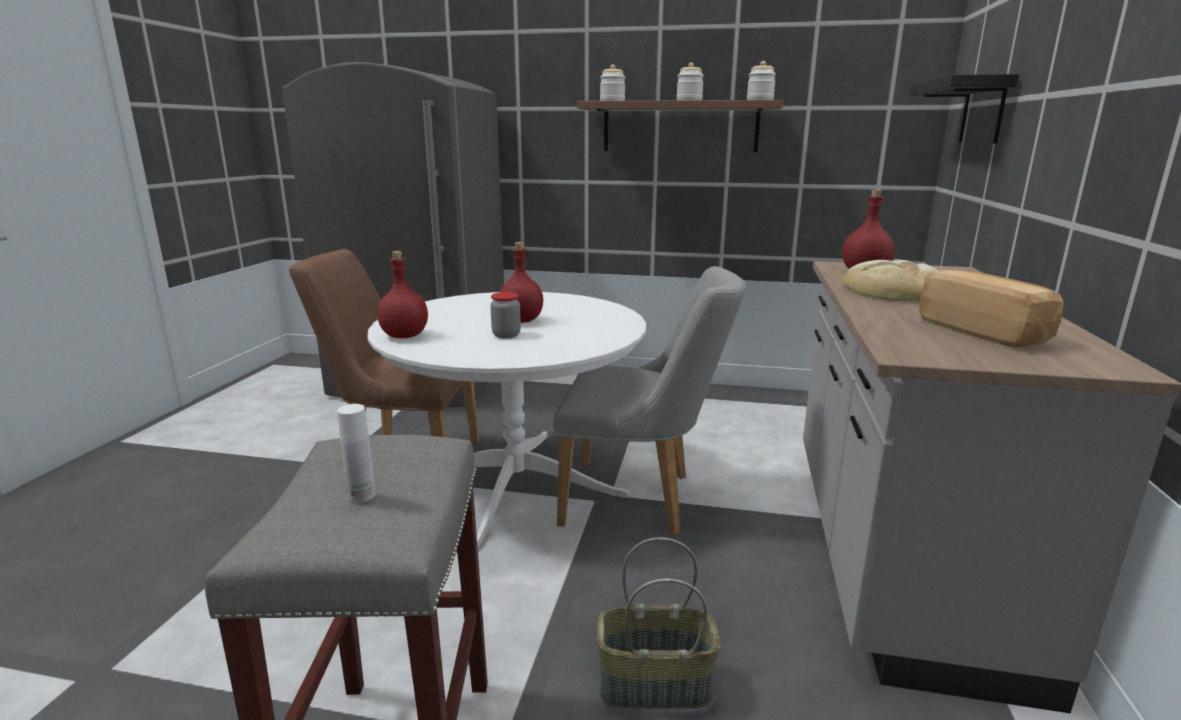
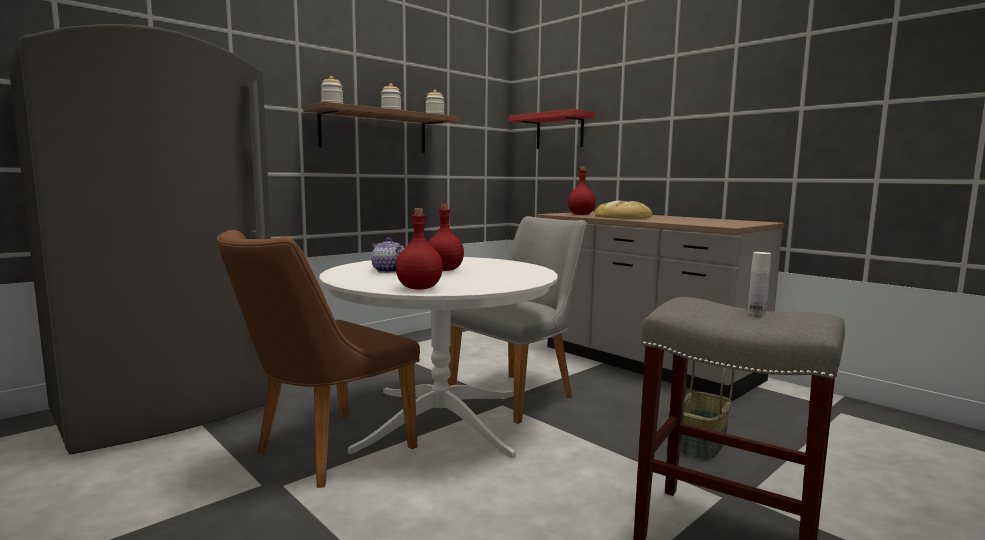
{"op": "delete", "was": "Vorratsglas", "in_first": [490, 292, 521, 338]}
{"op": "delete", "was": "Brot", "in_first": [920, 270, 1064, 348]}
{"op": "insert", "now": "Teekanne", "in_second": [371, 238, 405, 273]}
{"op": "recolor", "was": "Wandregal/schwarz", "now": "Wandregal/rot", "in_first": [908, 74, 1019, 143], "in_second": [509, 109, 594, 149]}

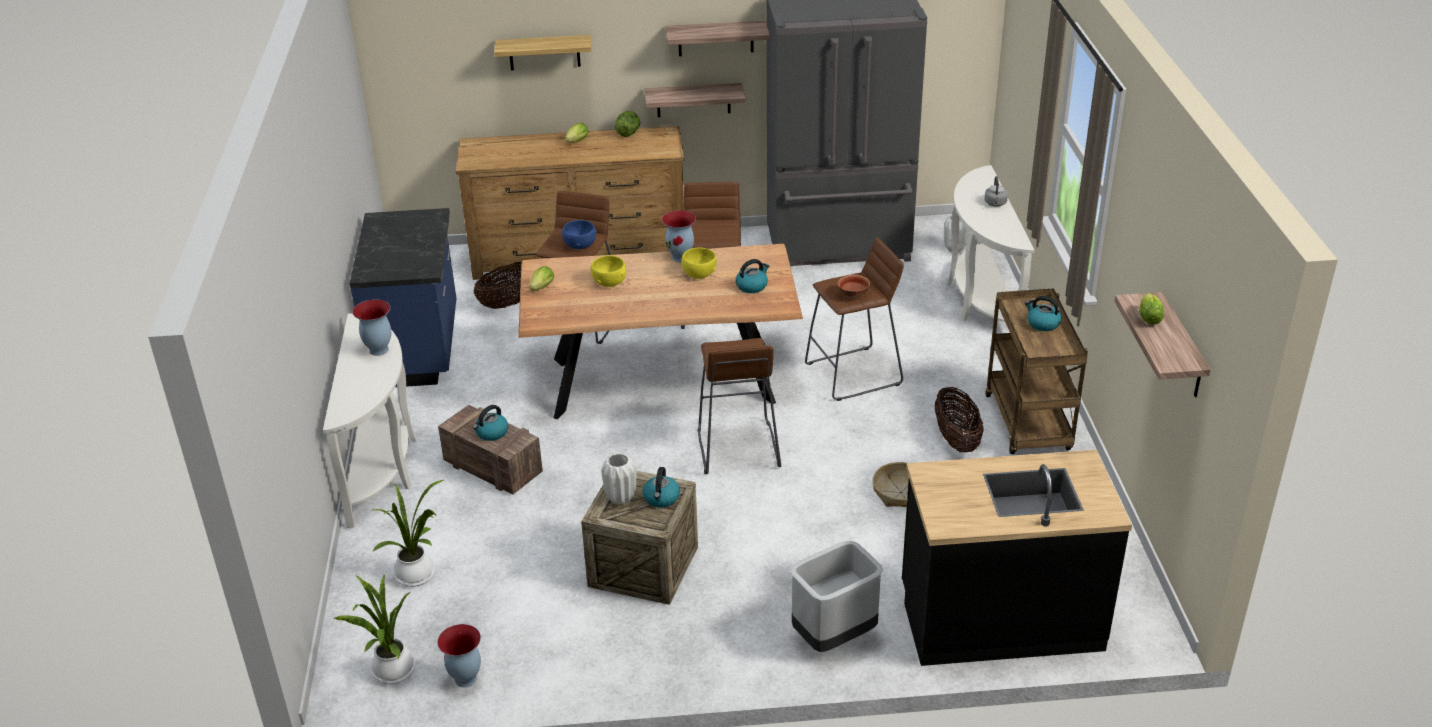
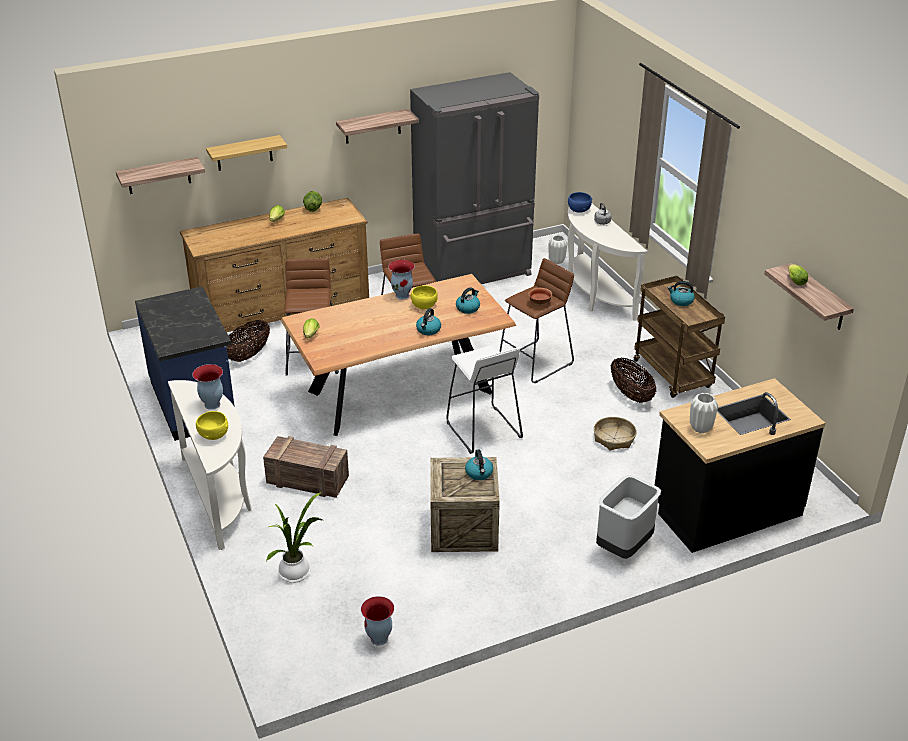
{"op": "delete", "was": "Topfpflanze", "in_first": [334, 574, 415, 684]}
{"op": "move", "was": "Wasserkessel", "in_first": [473, 405, 508, 441], "in_second": [416, 308, 441, 335]}
{"op": "move", "was": "Schüssel/blau", "in_first": [562, 220, 597, 249], "in_second": [568, 192, 592, 213]}
{"op": "move", "was": "Schüssel/gelb", "in_first": [591, 255, 626, 287], "in_second": [196, 411, 228, 440]}
{"op": "move", "was": "Vase/weiß", "in_first": [601, 453, 636, 505], "in_second": [690, 393, 718, 433]}
{"op": "move", "was": "Wandregal", "in_first": [644, 83, 746, 117], "in_second": [116, 157, 205, 194]}
{"op": "recolor", "was": "Hocker/braun", "now": "Hocker/weiß", "in_first": [698, 338, 781, 474], "in_second": [446, 345, 523, 454]}

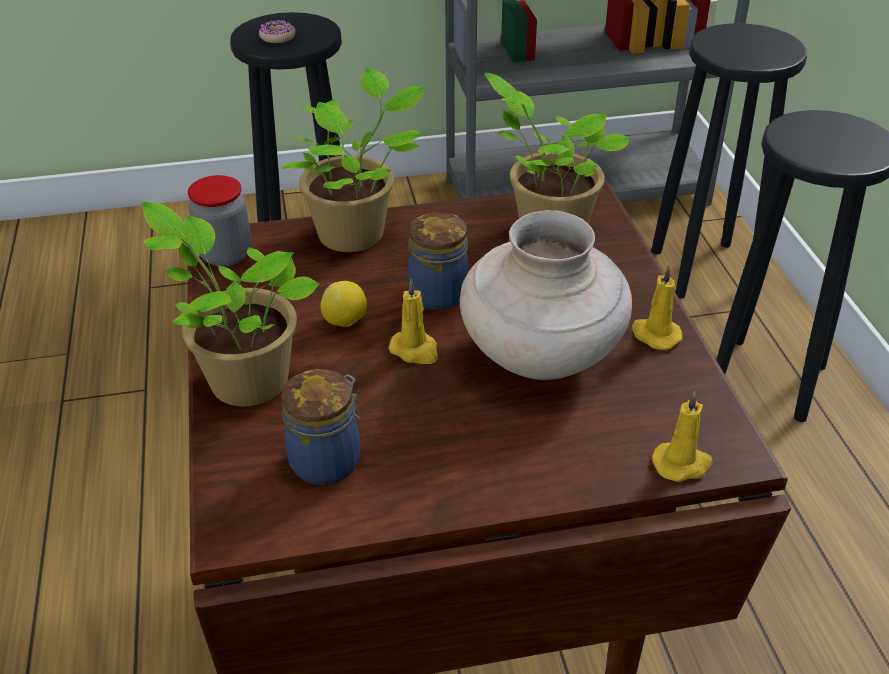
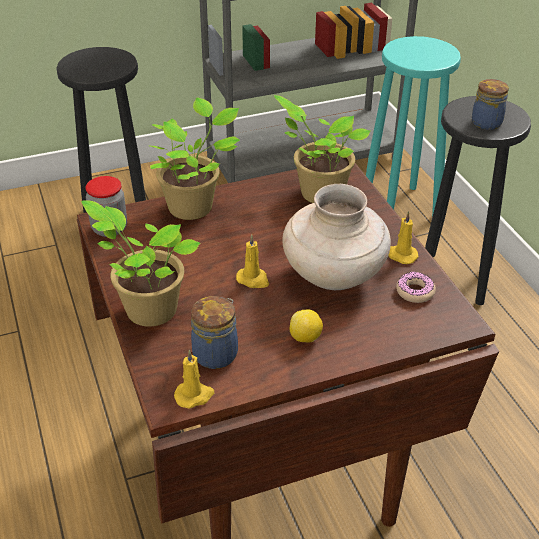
{"op": "move", "was": "Donut", "in_first": [259, 20, 296, 43], "in_second": [396, 272, 436, 303]}
{"op": "move", "was": "Zitrone", "in_first": [320, 281, 367, 327], "in_second": [290, 309, 323, 343]}
{"op": "move", "was": "Vorratsglas", "in_first": [408, 213, 469, 310], "in_second": [472, 79, 509, 130]}
{"op": "move", "was": "Kerze/gelb", "in_first": [652, 391, 713, 482], "in_second": [174, 350, 214, 409]}
{"op": "recolor", "was": "Hocker/schwarz", "now": "Hocker/türkis", "in_first": [651, 23, 807, 299], "in_second": [366, 36, 461, 217]}

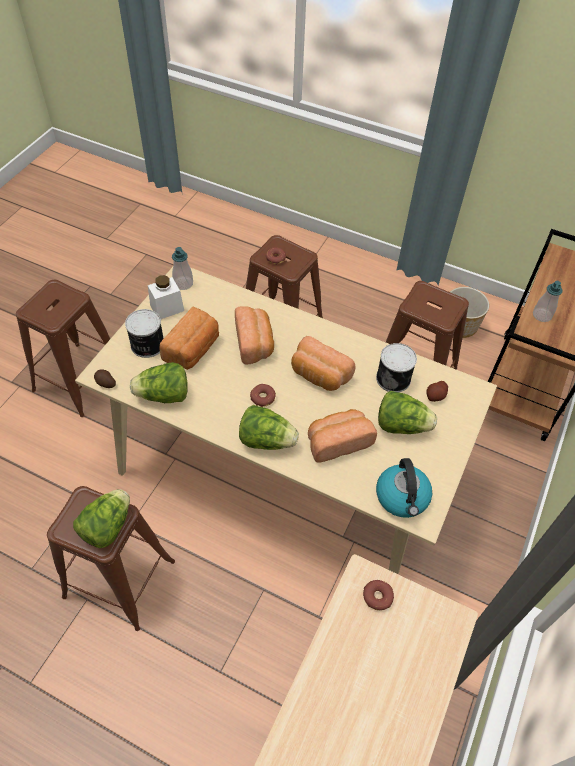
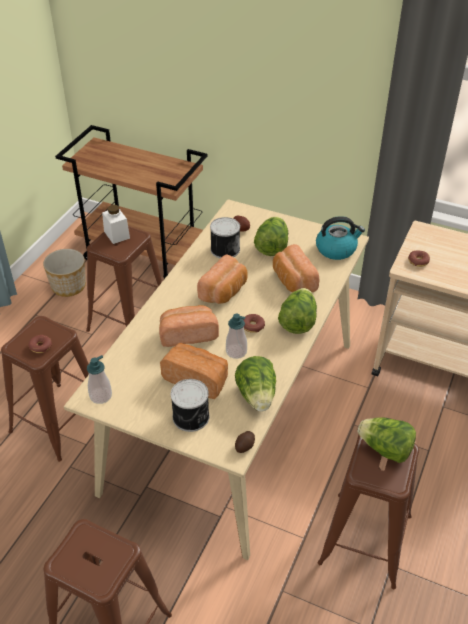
{"op": "move", "was": "Vorratsglas/weiß", "in_first": [148, 275, 184, 319], "in_second": [102, 205, 130, 244]}
{"op": "move", "was": "Seifenspender", "in_first": [533, 281, 563, 322], "in_second": [226, 314, 247, 359]}

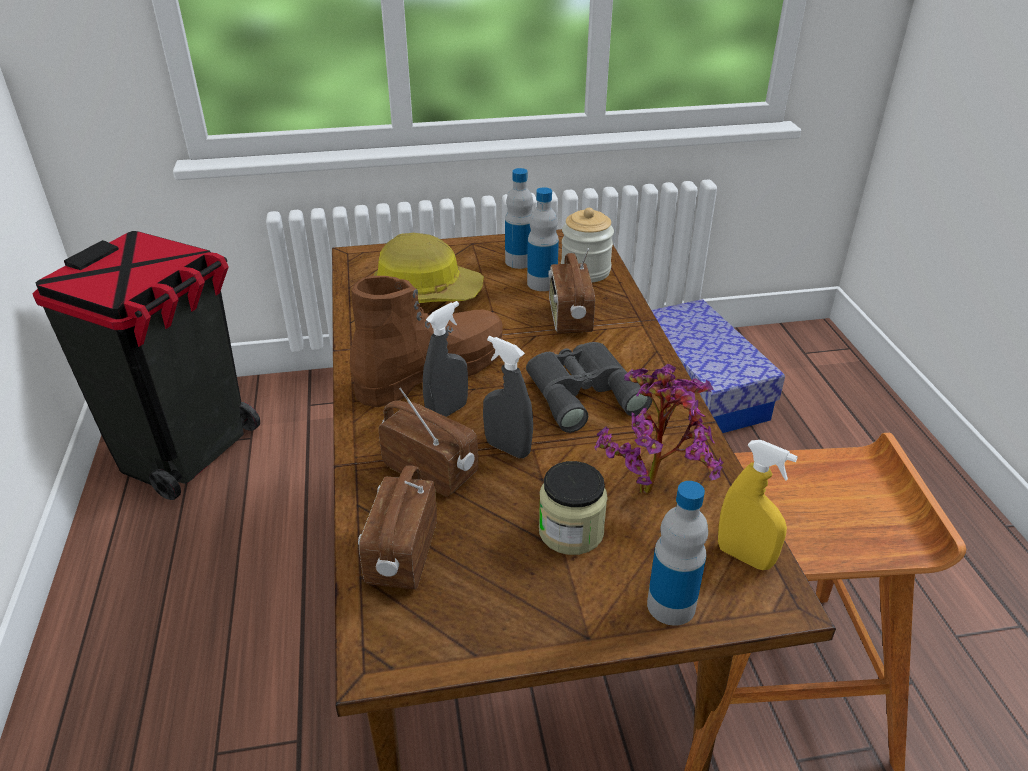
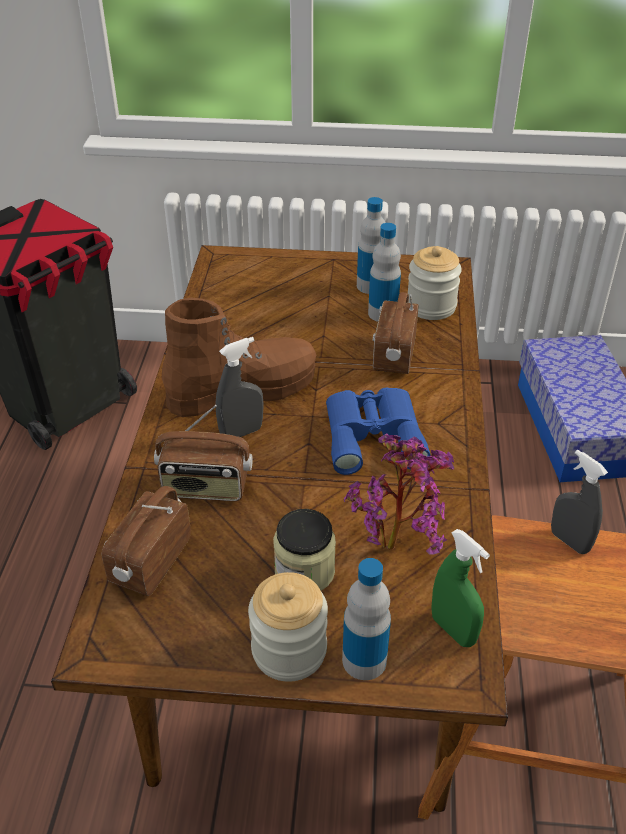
{"op": "delete", "was": "Schutzhelm", "in_first": [374, 233, 484, 303]}
{"op": "insert", "now": "Vorratsglas", "in_second": [248, 572, 328, 682]}
{"op": "move", "was": "Sprühflasche/grau", "in_first": [483, 336, 533, 458], "in_second": [551, 449, 608, 554]}
{"op": "recolor", "was": "Fernglas/grau", "now": "Fernglas/blau", "in_first": [526, 342, 652, 433], "in_second": [326, 388, 431, 475]}
{"op": "recolor", "was": "Sprühflasche/gelb", "now": "Sprühflasche/grün", "in_first": [718, 440, 798, 570], "in_second": [431, 529, 490, 647]}
{"op": "rotate", "was": "Radio", "in_first": [379, 388, 478, 497], "in_second": [154, 405, 253, 501], "clockwise": 135}

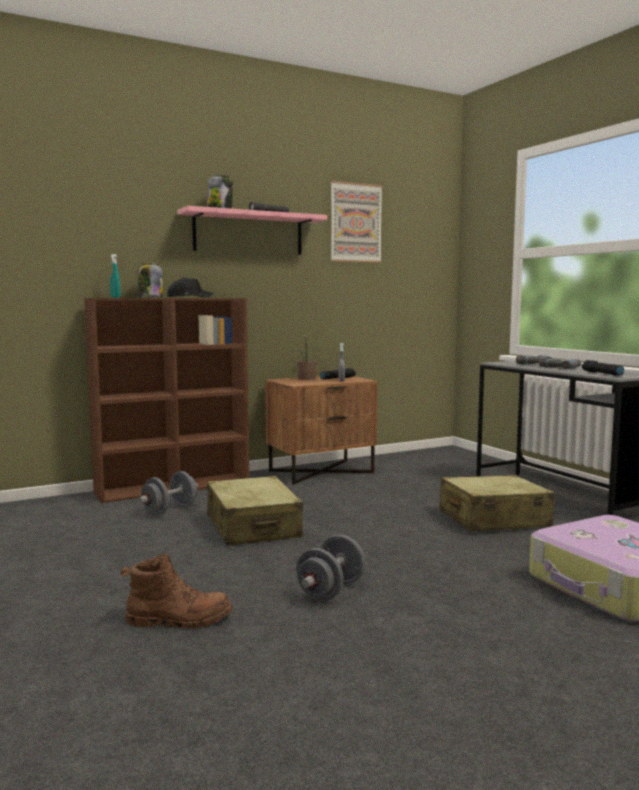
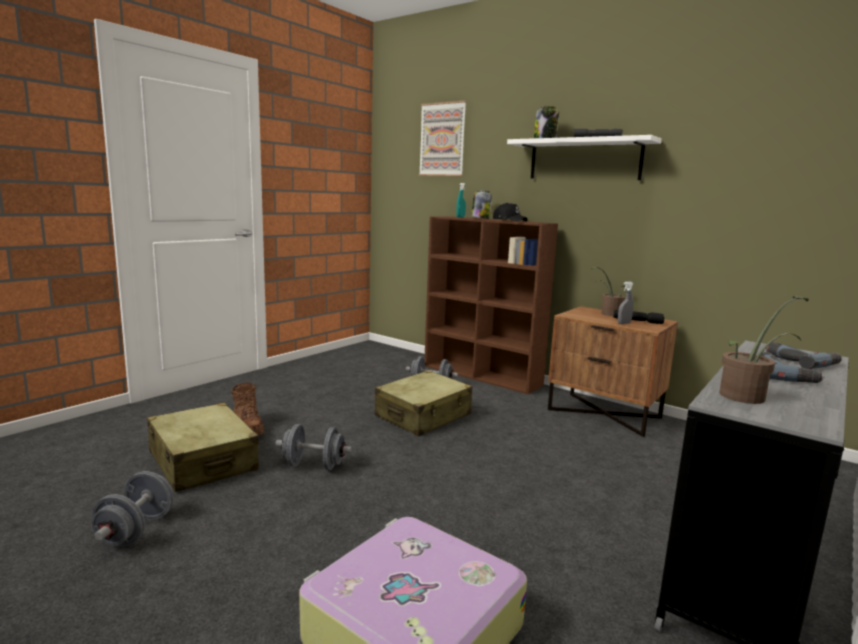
{"op": "insert", "now": "Hantel/grau", "in_second": [91, 471, 173, 547]}
{"op": "move", "was": "Bild", "in_first": [330, 181, 383, 263], "in_second": [419, 100, 467, 176]}
{"op": "move", "was": "Koffer/beige", "in_first": [439, 475, 555, 531], "in_second": [147, 403, 259, 492]}
{"op": "replace", "was": "Taschenlampe/schwarz", "now": "Topfpflanze", "in_first": [582, 360, 624, 376], "in_second": [719, 296, 808, 404]}
{"op": "recolor", "was": "Wandregal/rosa", "now": "Wandregal/weiß", "in_first": [178, 206, 327, 255], "in_second": [507, 135, 662, 180]}

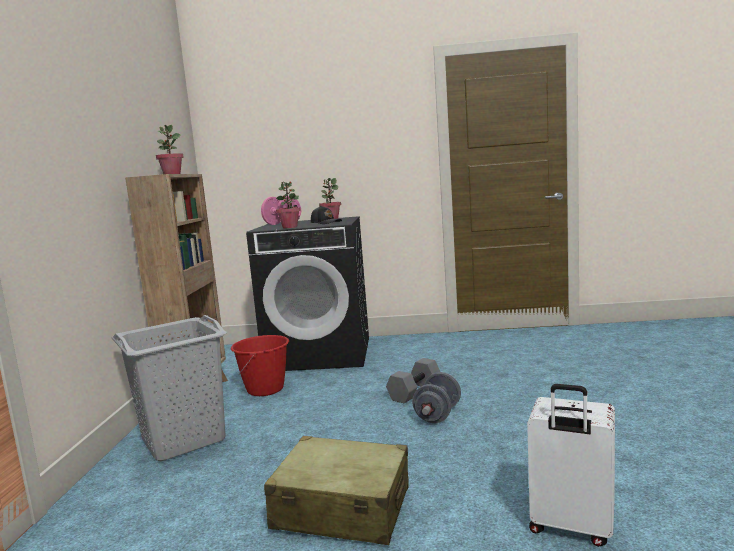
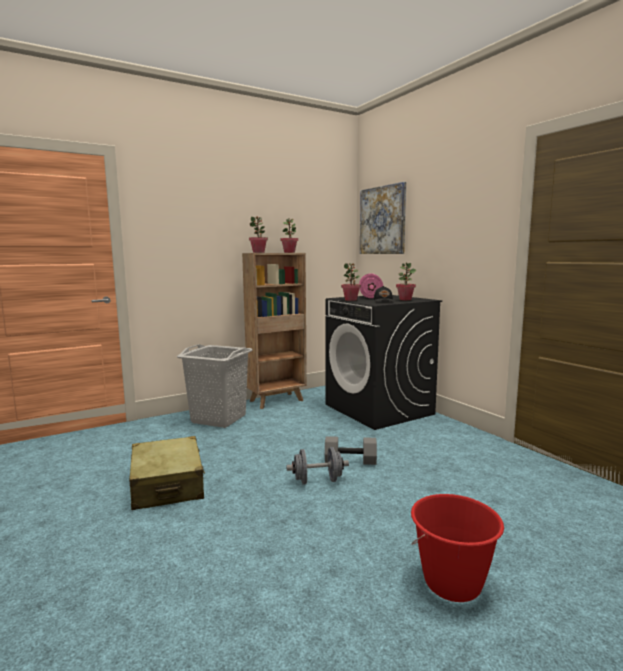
{"op": "delete", "was": "Koffer/weiß", "in_first": [527, 384, 615, 547]}
{"op": "insert", "now": "Topfpflanze", "in_second": [249, 216, 268, 253]}
{"op": "insert", "now": "Bild", "in_second": [360, 182, 406, 254]}
{"op": "move", "was": "Eimer/rot", "in_first": [231, 335, 289, 396], "in_second": [411, 494, 504, 602]}

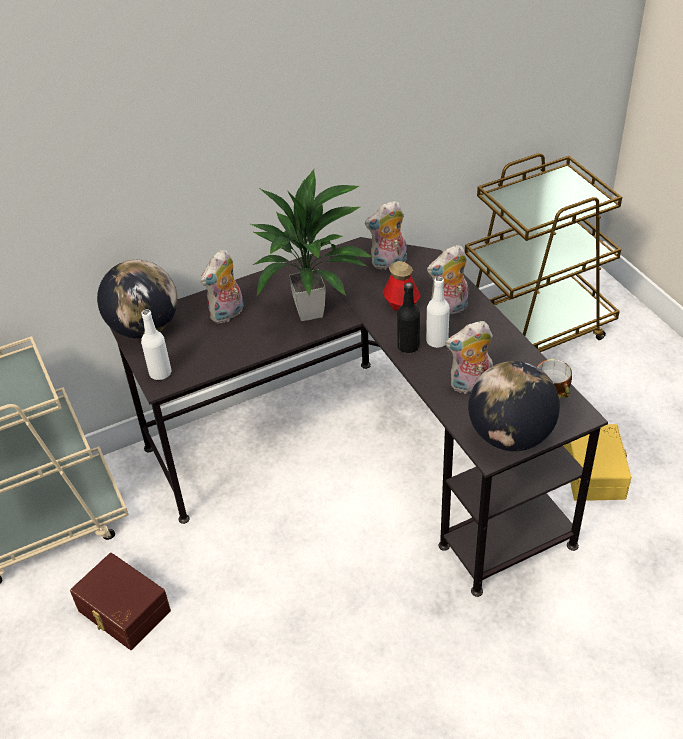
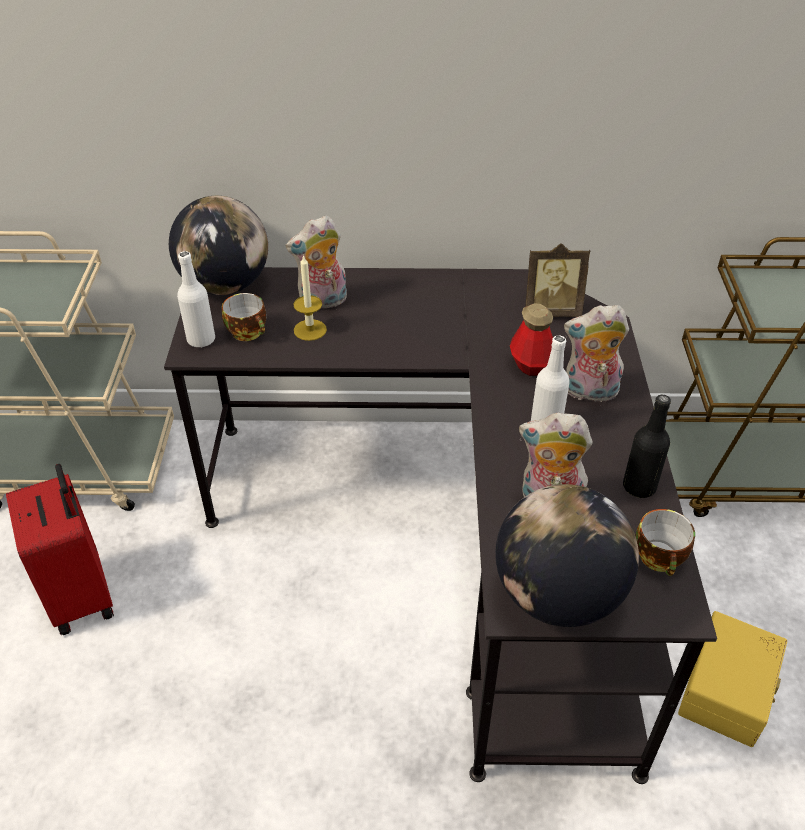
{"op": "delete", "was": "Topfpflanze", "in_first": [251, 169, 373, 321]}
{"op": "insert", "now": "Tasse", "in_second": [222, 293, 266, 341]}
{"op": "insert", "now": "Kerze", "in_second": [293, 255, 327, 341]}
{"op": "move", "was": "Flasche/schwarz", "in_first": [397, 282, 420, 354], "in_second": [623, 395, 671, 498]}
{"op": "replace", "was": "Aufbewahrungsbox/braun", "now": "Koffer/rot", "in_first": [70, 553, 171, 650], "in_second": [6, 464, 114, 635]}
{"op": "replace", "was": "Plüschtier", "now": "Bilderrahmen", "in_first": [365, 201, 407, 270], "in_second": [525, 243, 590, 317]}

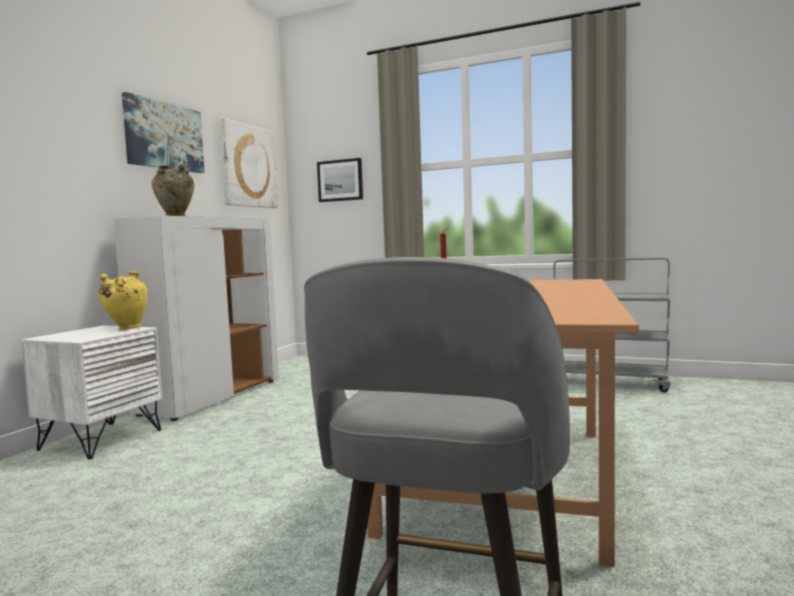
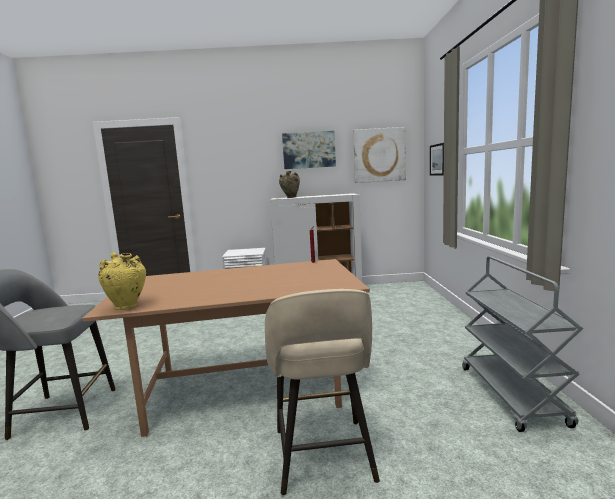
{"op": "insert", "now": "Hocker/beige", "in_second": [265, 289, 380, 495]}
{"op": "move", "was": "Vase/gelb", "in_first": [98, 271, 148, 330], "in_second": [98, 252, 146, 310]}

